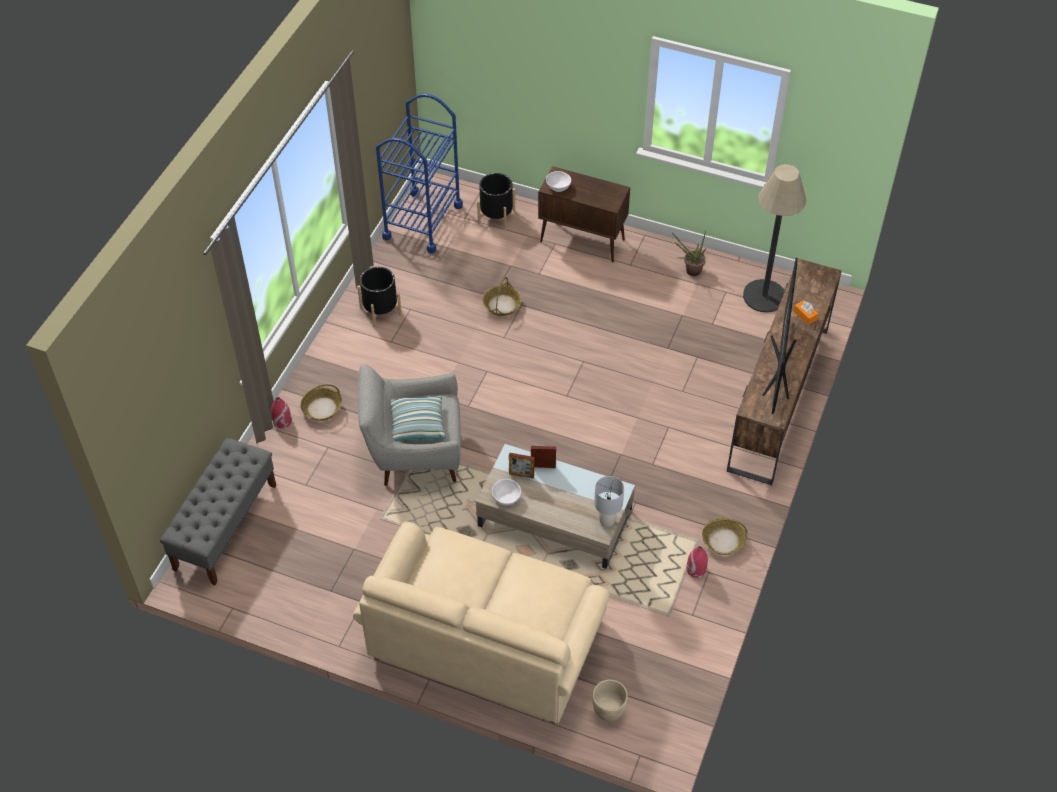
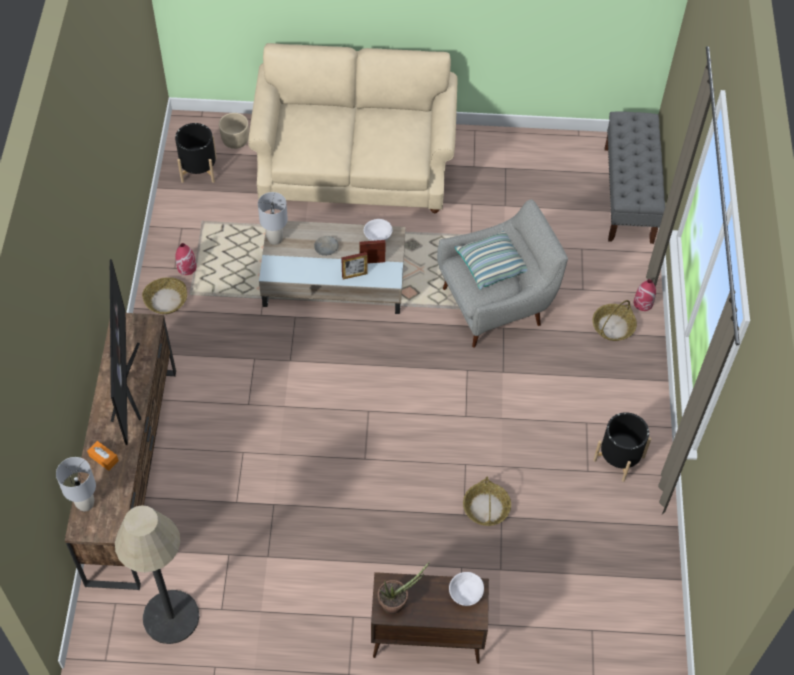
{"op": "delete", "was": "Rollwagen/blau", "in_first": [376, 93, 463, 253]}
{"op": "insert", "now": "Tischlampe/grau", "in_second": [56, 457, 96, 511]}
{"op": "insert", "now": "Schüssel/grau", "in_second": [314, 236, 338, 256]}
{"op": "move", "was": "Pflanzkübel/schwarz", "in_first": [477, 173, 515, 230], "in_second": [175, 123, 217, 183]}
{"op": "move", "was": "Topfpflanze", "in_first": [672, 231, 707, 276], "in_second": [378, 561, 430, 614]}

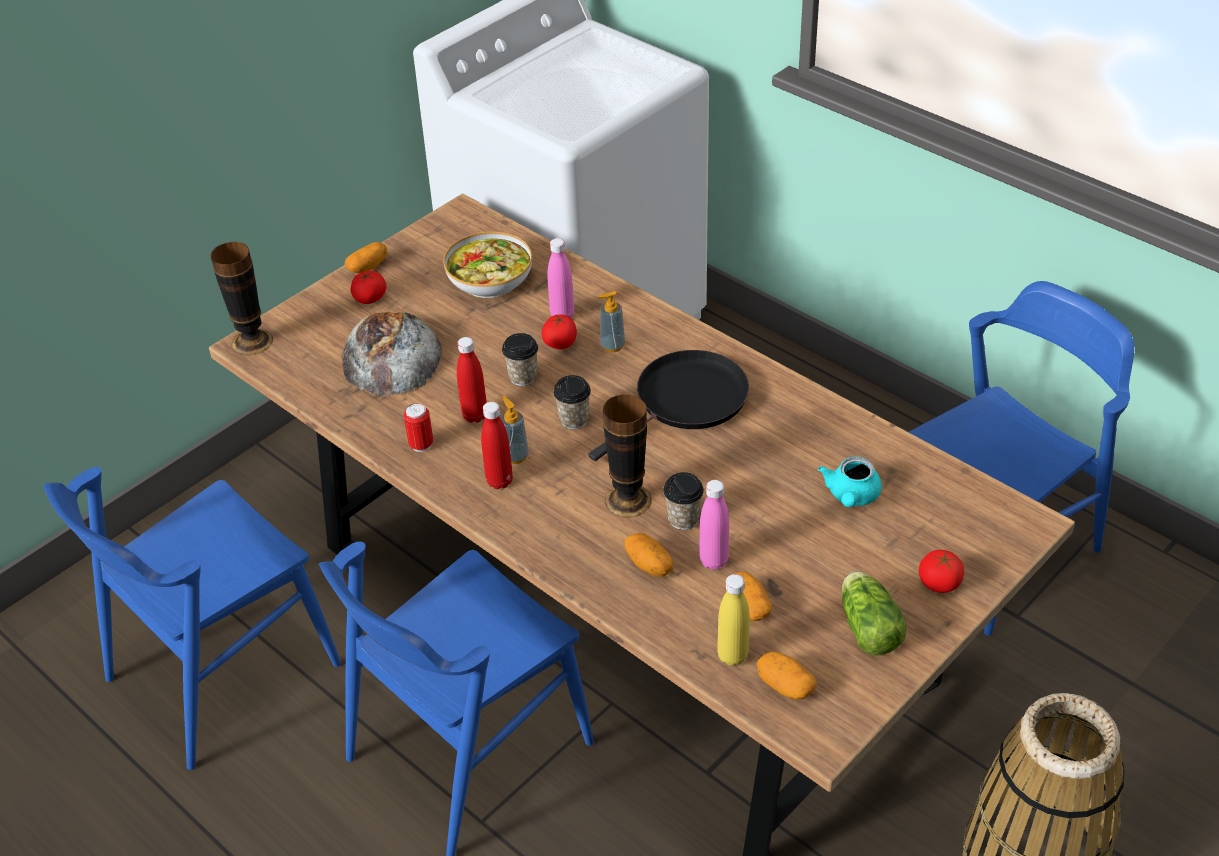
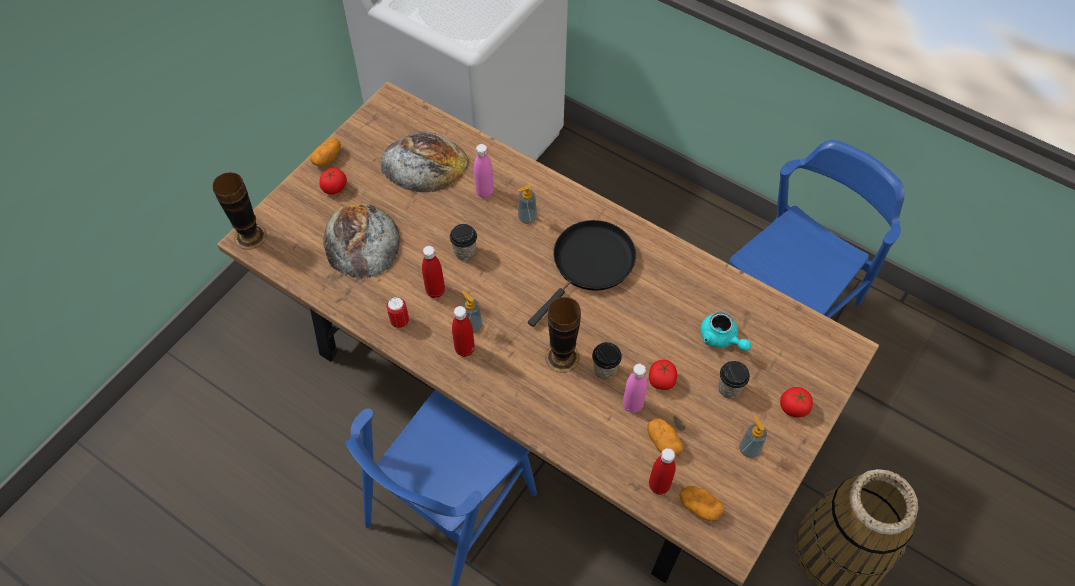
{"op": "delete", "was": "Stuhl/blau", "in_first": [44, 467, 341, 770]}
{"op": "delete", "was": "Kartoffel", "in_first": [625, 533, 673, 577]}
{"op": "move", "was": "Tomate", "in_first": [541, 314, 577, 349], "in_second": [649, 360, 677, 390]}
{"op": "move", "was": "Tasse", "in_first": [553, 375, 591, 430], "in_second": [718, 361, 750, 399]}
{"op": "replace", "was": "Schüssel", "now": "Brot", "in_first": [444, 232, 532, 298], "in_second": [380, 132, 468, 193]}
{"op": "replace", "was": "Salatkopf", "now": "Seifenspender", "in_first": [842, 571, 907, 656], "in_second": [739, 416, 767, 458]}
{"op": "recolor", "was": "Flasche/gelb", "now": "Flasche/rot", "in_first": [717, 574, 750, 666], "in_second": [649, 448, 676, 495]}
{"op": "rotate", "was": "Teekanne/türkis", "in_first": [818, 457, 882, 507], "in_second": [700, 312, 751, 351], "clockwise": -45}

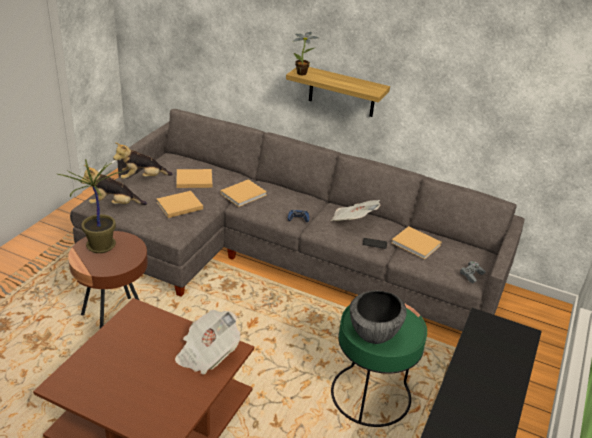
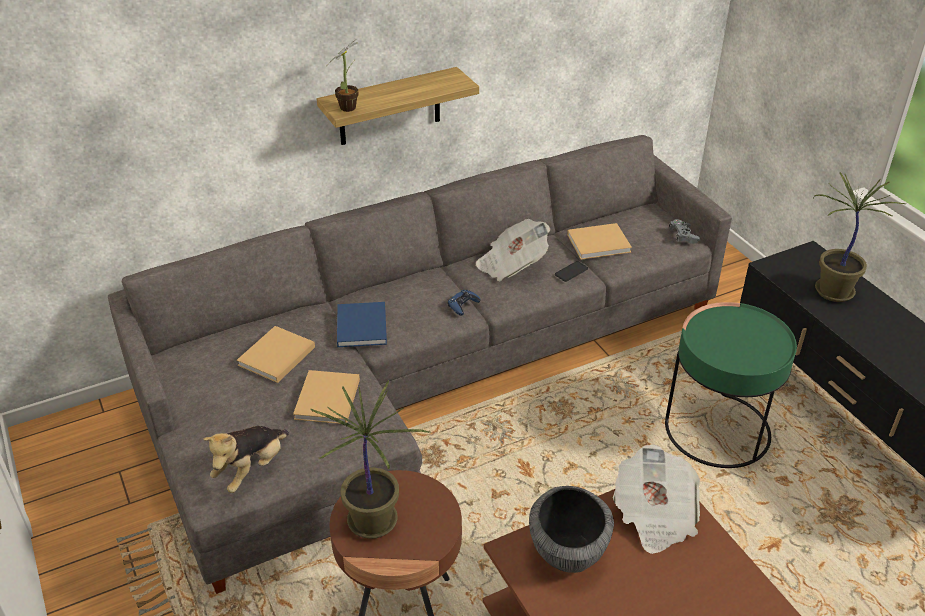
{"op": "delete", "was": "Plüschtier", "in_first": [113, 142, 173, 179]}
{"op": "insert", "now": "Topfpflanze", "in_second": [813, 172, 906, 302]}
{"op": "move", "was": "Schüssel", "in_first": [350, 290, 407, 344], "in_second": [529, 486, 614, 573]}
{"op": "recolor", "was": "Buch/beige", "now": "Buch/blau", "in_first": [220, 179, 267, 207], "in_second": [337, 302, 387, 347]}

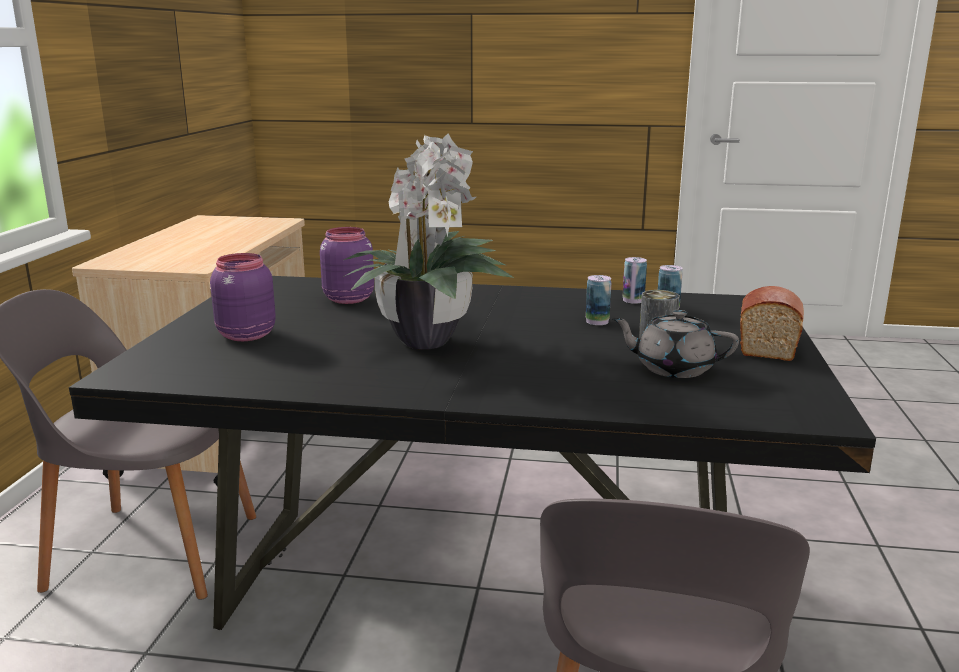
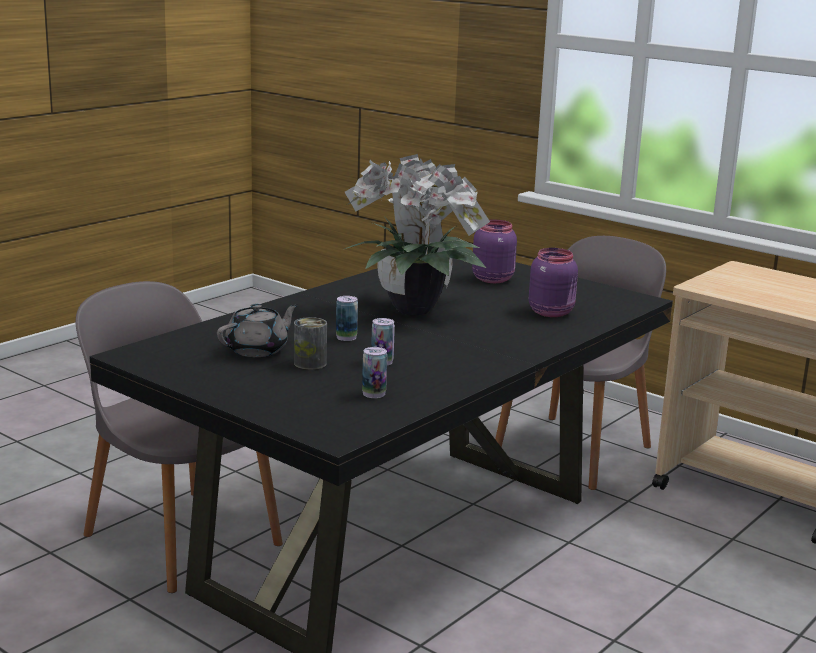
{"op": "delete", "was": "Brot", "in_first": [740, 286, 804, 361]}
{"op": "move", "was": "Dose", "in_first": [622, 257, 647, 304], "in_second": [336, 296, 358, 341]}

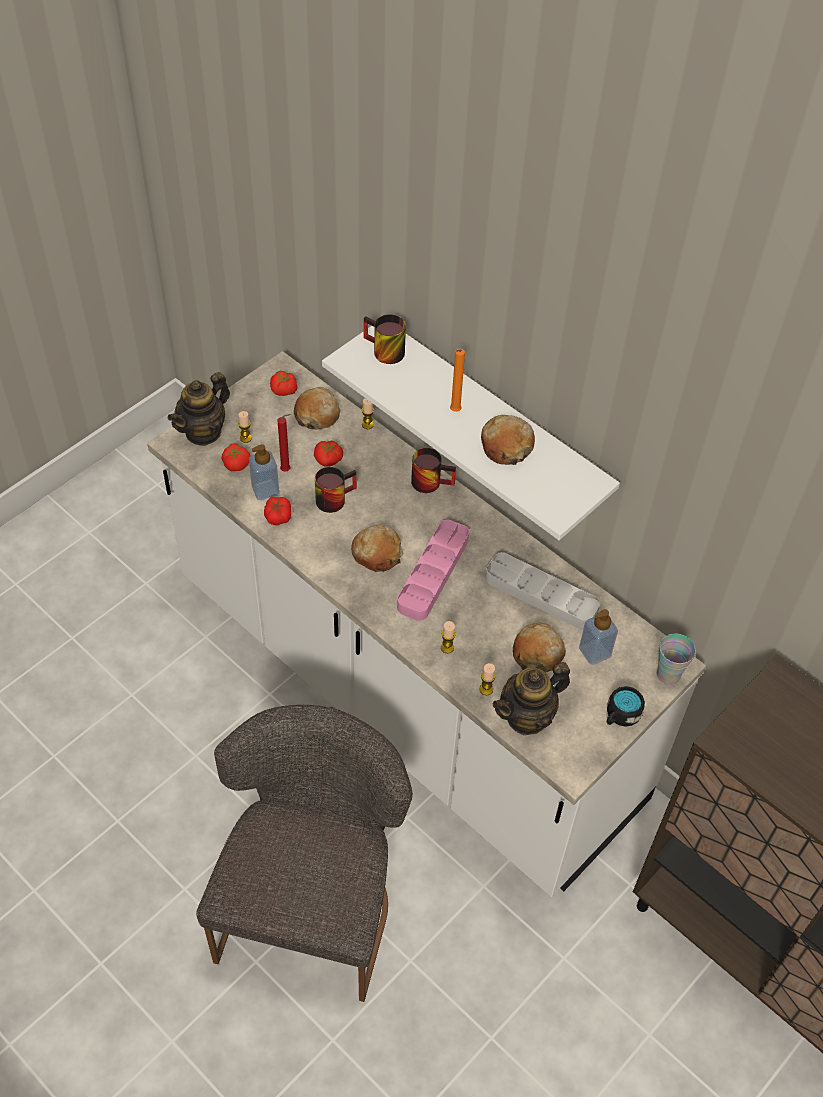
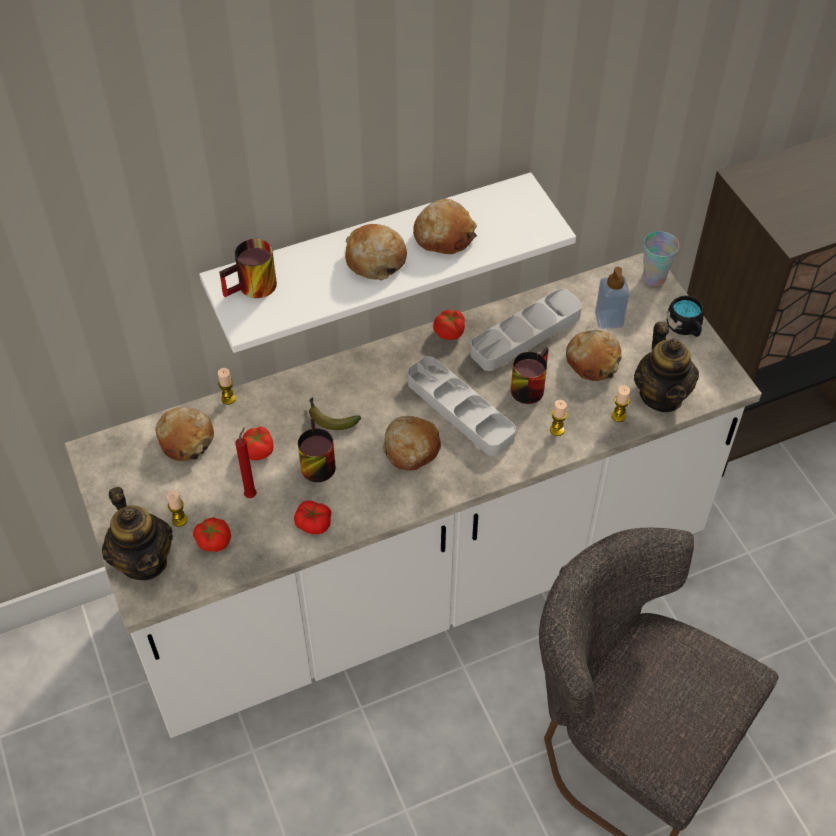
{"op": "delete", "was": "Seifenspender", "in_first": [249, 444, 279, 500]}
{"op": "insert", "now": "Banane", "in_second": [309, 397, 361, 430]}
{"op": "move", "was": "Tomate", "in_first": [270, 371, 298, 396], "in_second": [433, 310, 465, 340]}
{"op": "move", "was": "Henkelbecher", "in_first": [411, 448, 456, 493], "in_second": [511, 347, 549, 404]}
{"op": "replace", "was": "Kerze/orange", "now": "Brot", "in_first": [450, 349, 465, 412], "in_second": [345, 224, 407, 280]}
{"op": "recolor", "was": "Tablett/rosa", "now": "Tablett/grau", "in_first": [397, 520, 469, 621], "in_second": [407, 356, 516, 456]}

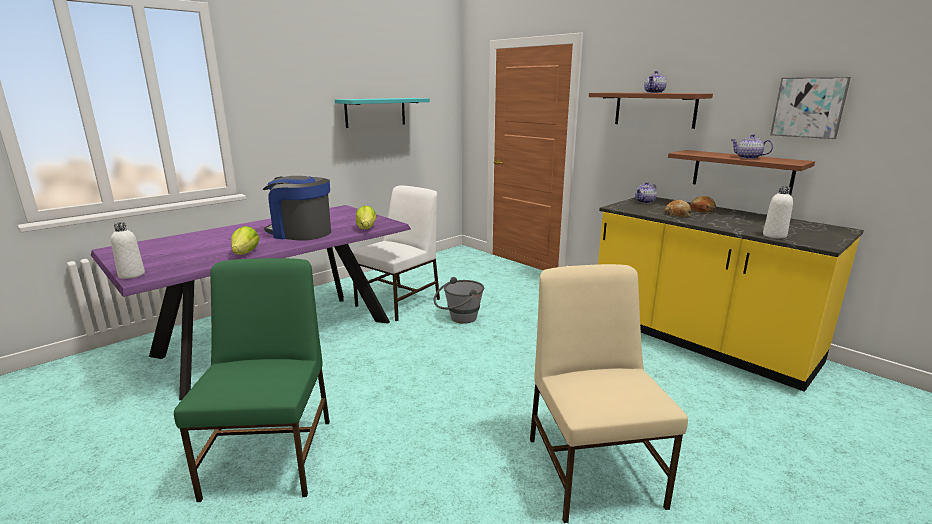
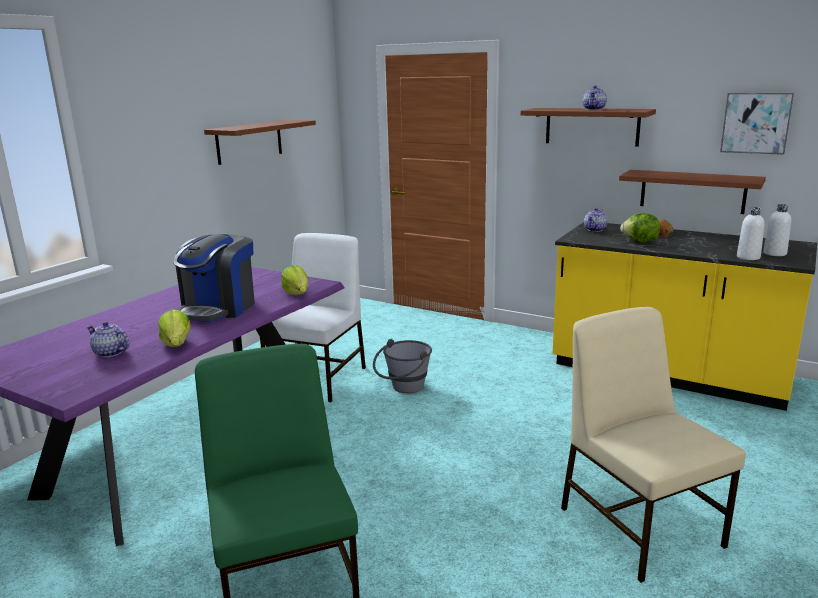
{"op": "move", "was": "Flasche/weiß", "in_first": [111, 222, 145, 279], "in_second": [763, 204, 791, 256]}
{"op": "move", "was": "Teekanne", "in_first": [730, 134, 773, 159], "in_second": [86, 322, 130, 357]}
{"op": "replace", "was": "Brot", "now": "Salatkopf", "in_first": [664, 200, 691, 217], "in_second": [620, 213, 660, 243]}
{"op": "recolor", "was": "Wandregal/türkis", "now": "Wandregal/braun", "in_first": [335, 98, 430, 128], "in_second": [204, 120, 316, 165]}
{"op": "rotate", "was": "Kaffeemaschine", "in_first": [263, 176, 331, 241], "in_second": [173, 234, 255, 322], "clockwise": -75}

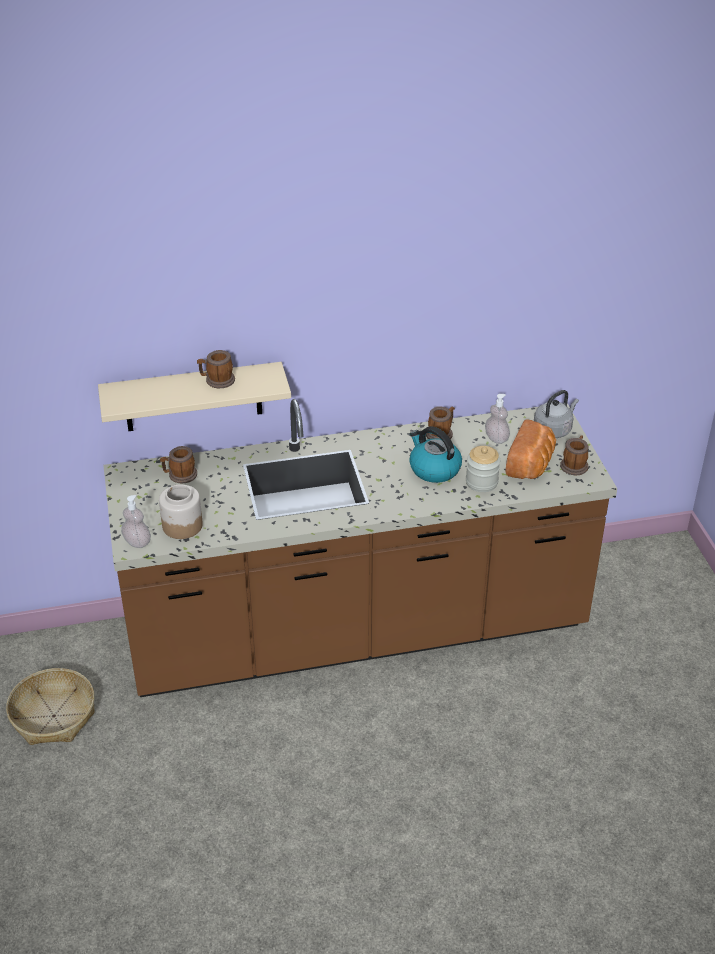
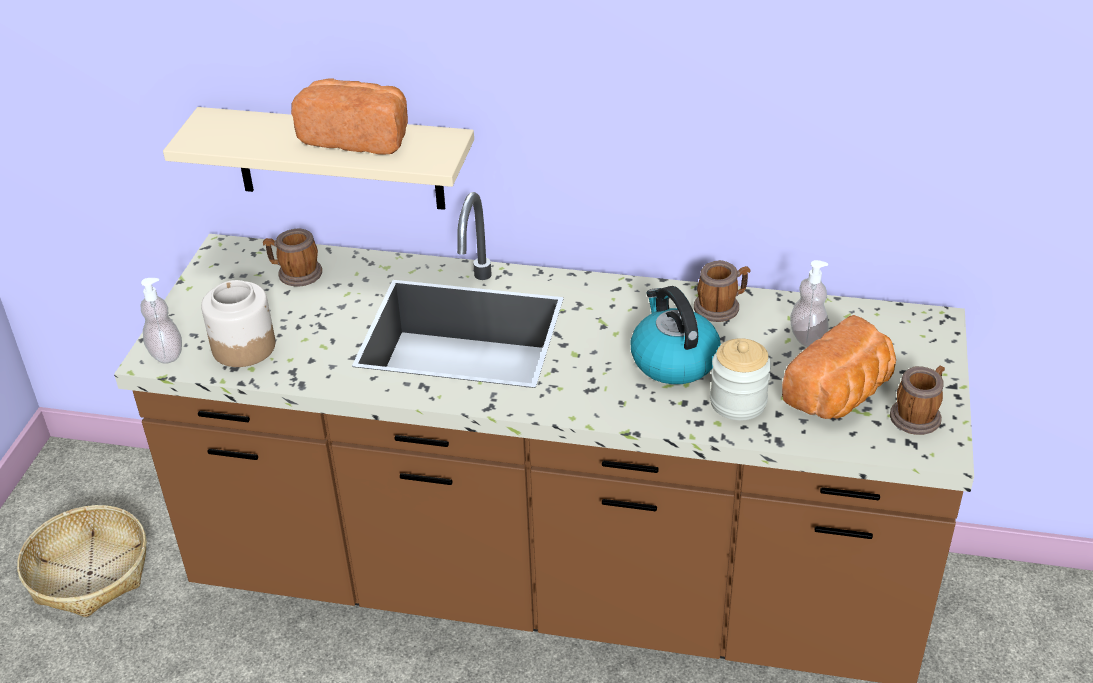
{"op": "delete", "was": "Wasserkessel/grau", "in_first": [534, 390, 579, 438]}
{"op": "replace", "was": "Henkelbecher", "now": "Brot", "in_first": [197, 350, 235, 388], "in_second": [291, 78, 408, 155]}

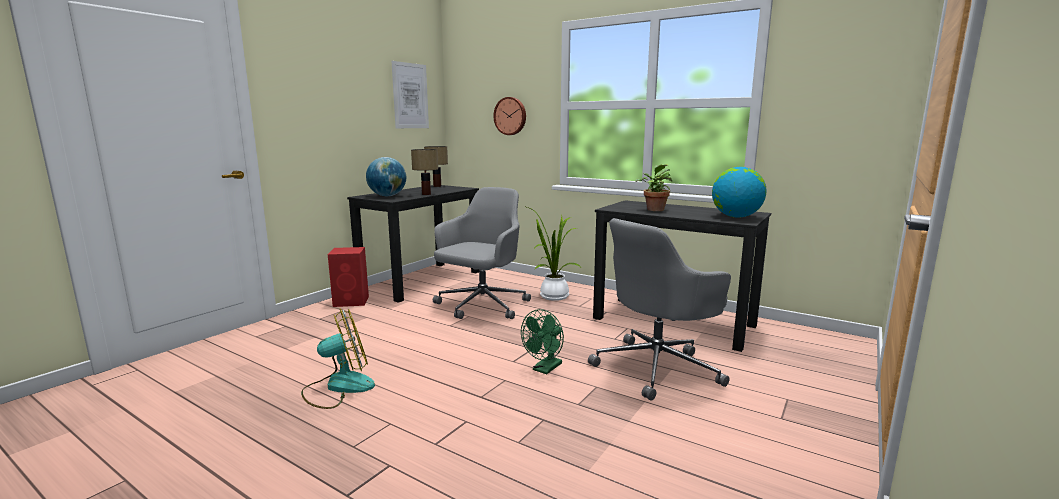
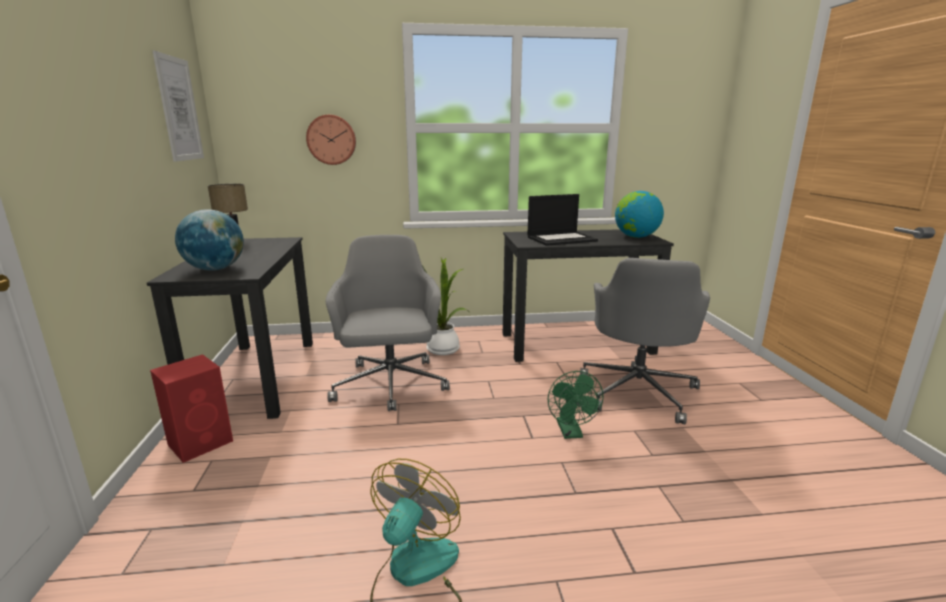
{"op": "delete", "was": "Tischlampe", "in_first": [411, 149, 438, 195]}
{"op": "replace", "was": "Topfpflanze", "now": "Laptop", "in_first": [635, 164, 672, 211], "in_second": [527, 194, 598, 246]}

